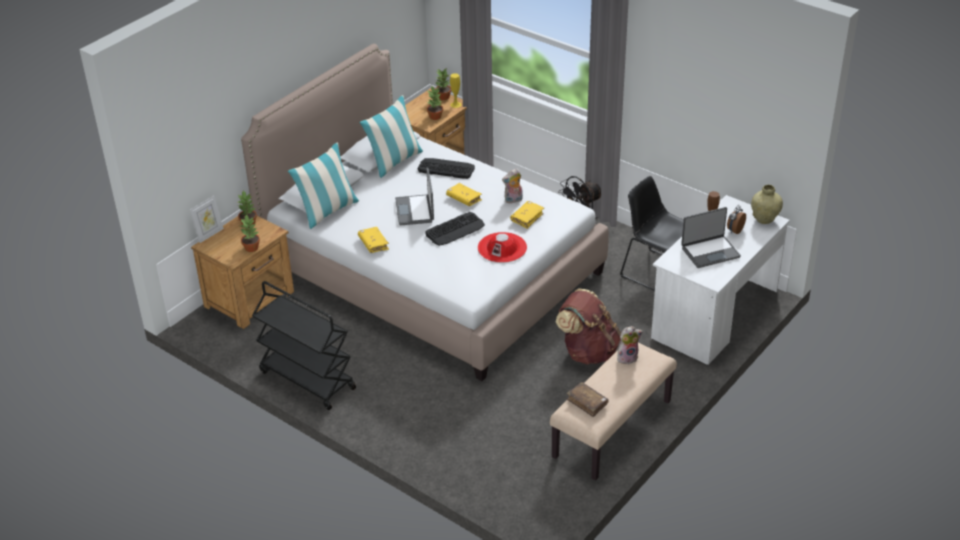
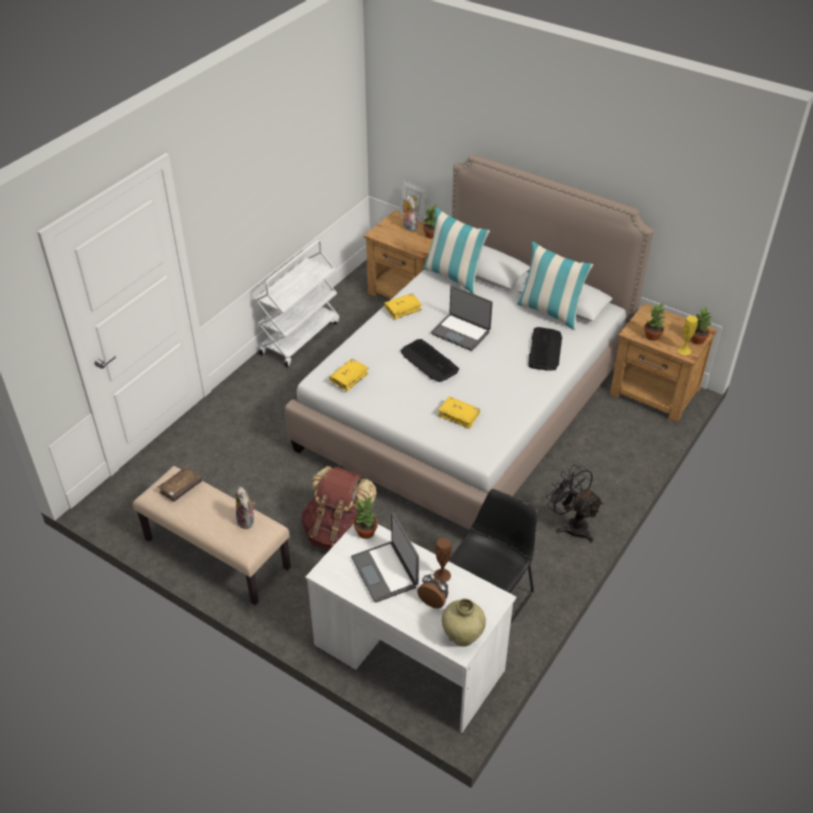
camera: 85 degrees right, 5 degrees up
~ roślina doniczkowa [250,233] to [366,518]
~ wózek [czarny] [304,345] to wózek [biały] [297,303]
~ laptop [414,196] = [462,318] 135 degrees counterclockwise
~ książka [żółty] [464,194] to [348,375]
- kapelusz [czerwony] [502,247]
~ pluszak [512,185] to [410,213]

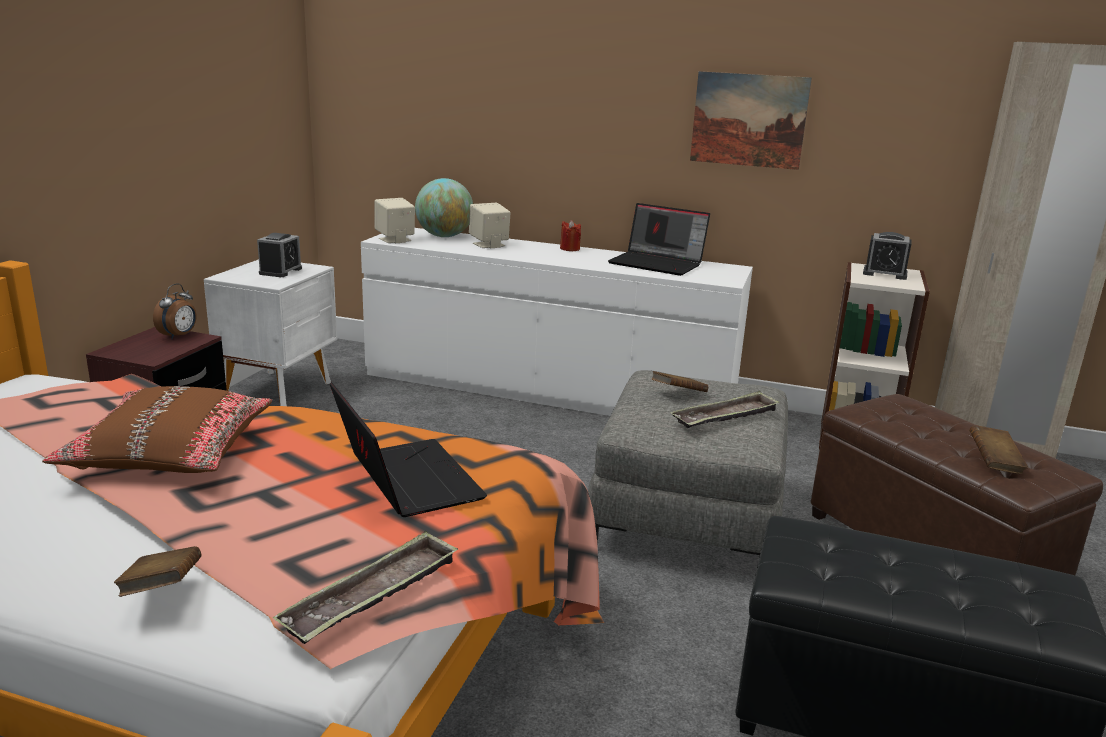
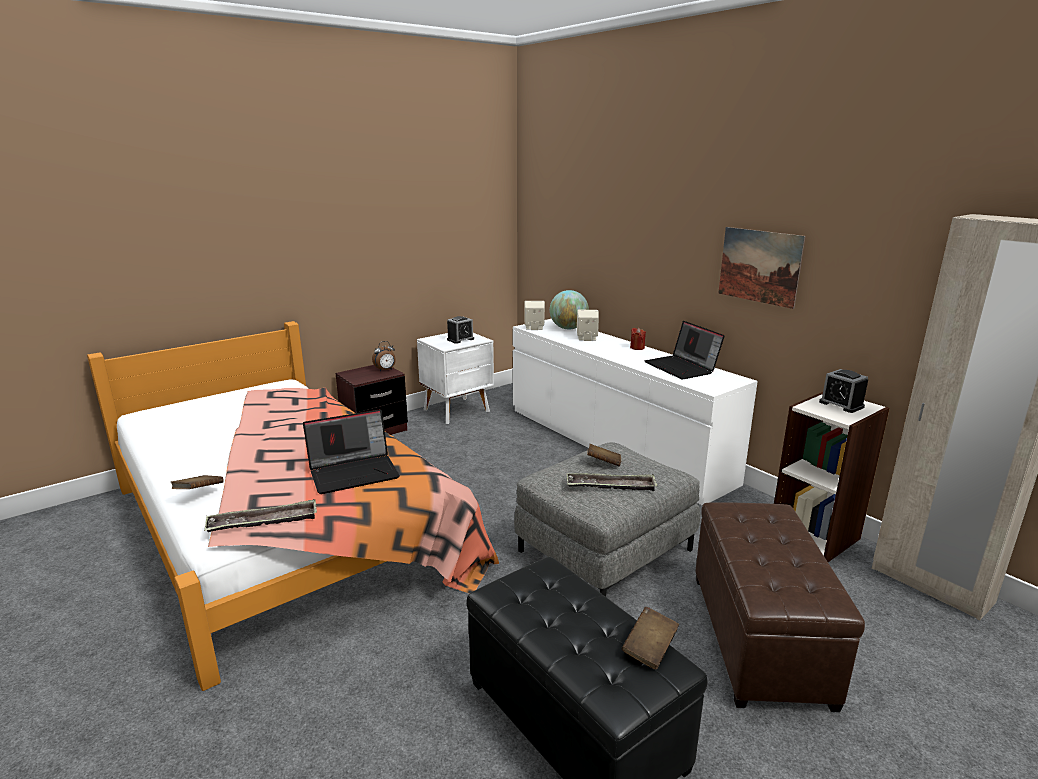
camera: 35 degrees right, 0 degrees up
- poduszka [brązowy] [157,429]
~ laptop [408,449] = [351,451] 60 degrees clockwise
~ książka [brązowy] [998,449] to [650,638]

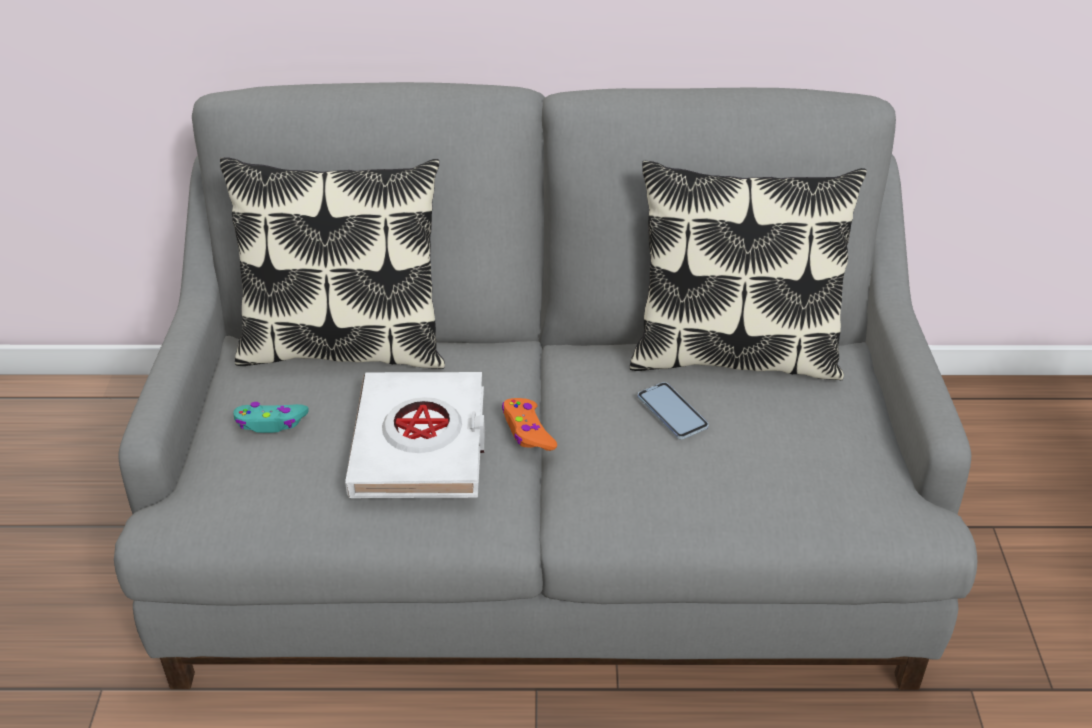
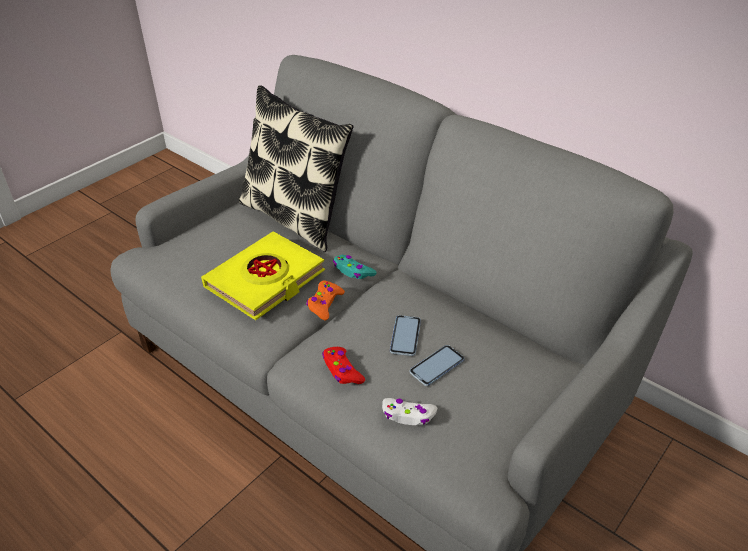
camera: 40 degrees right, 0 degrees up
~ pad do gier [turkusowy] [270,417] to [355,267]
~ książka [biały] [415,435] to książka [żółty] [263,275]
- poduszka [748,270]
+ pad do gier [czerwony] [343,365]
+ pad do gier [biały] [409,411]
+ telefon [437,365]

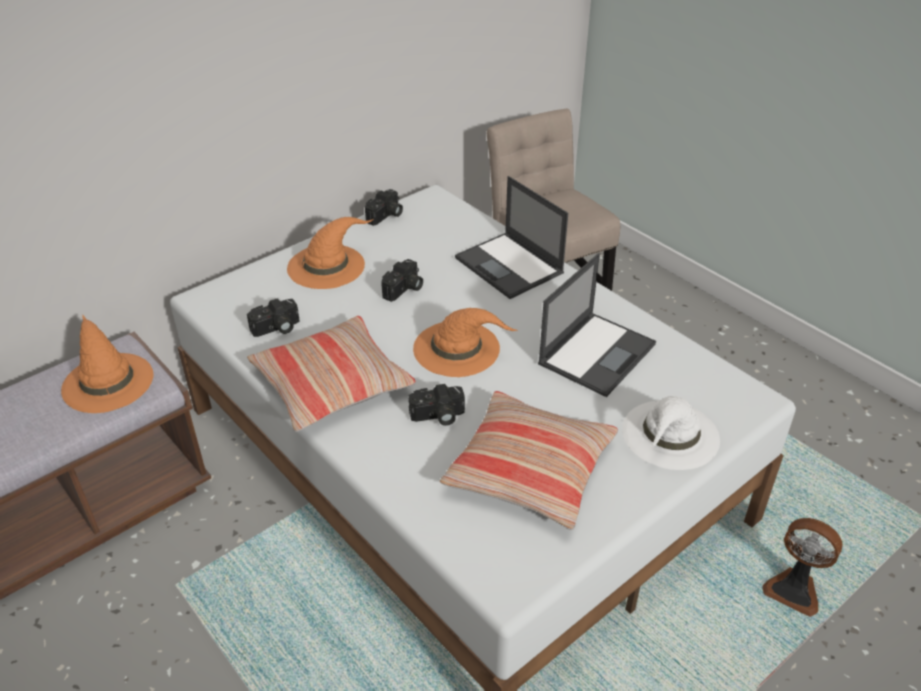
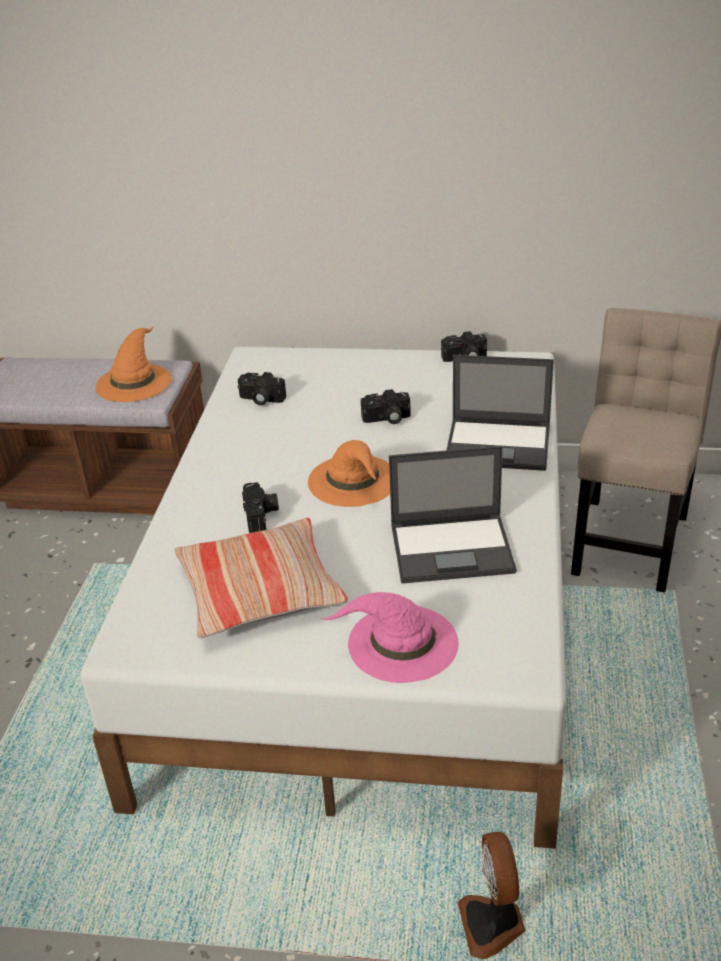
camera: 50 degrees right, 5 degrees down
- poduszka [331,374]
- kapelusz [pomarańczowy] [330,253]
~ aparat fotograficzny [436,405] = [260,507] 135 degrees counterclockwise
~ laptop [511,237] = [500,413] 90 degrees counterclockwise
~ kapelusz [biały] [671,433] to kapelusz [różowy] [389,637]

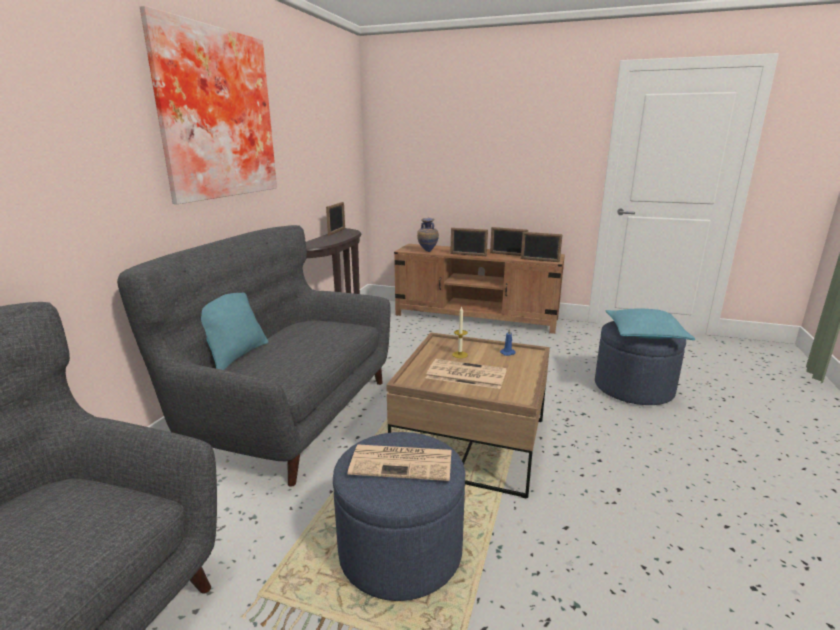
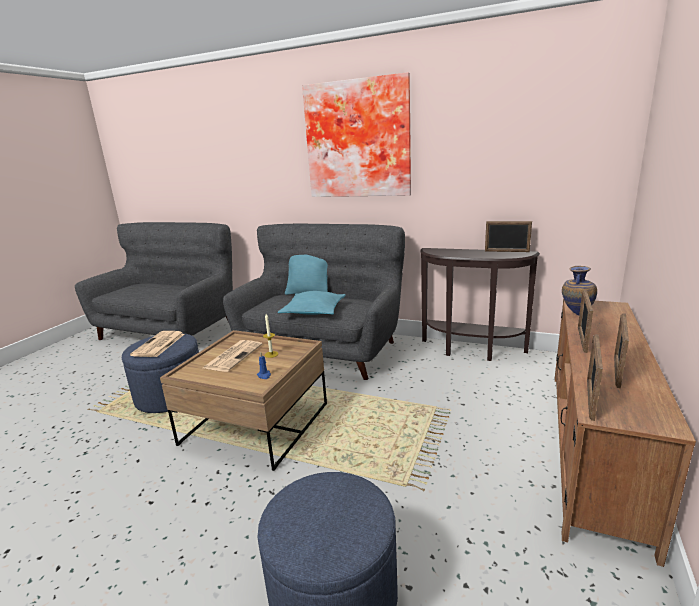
camera: 95 degrees right, 0 degrees up
~ poduszka [turkusowy] [650,324] to [312,303]

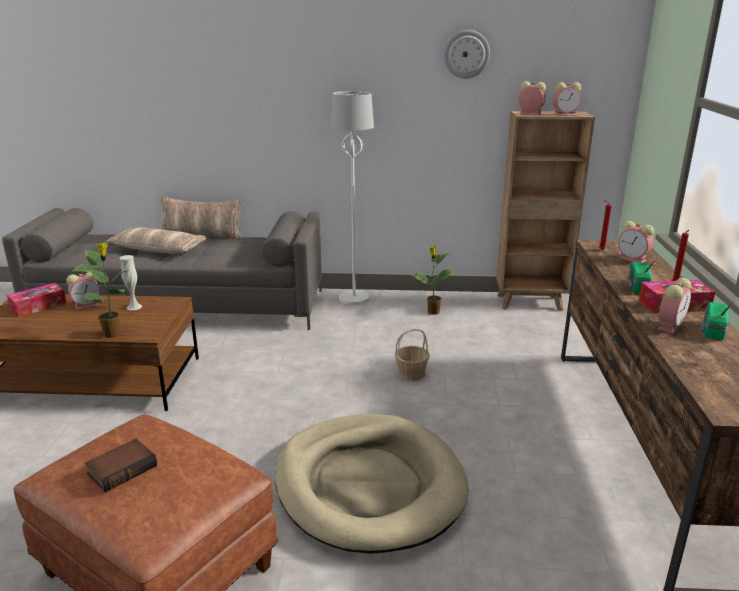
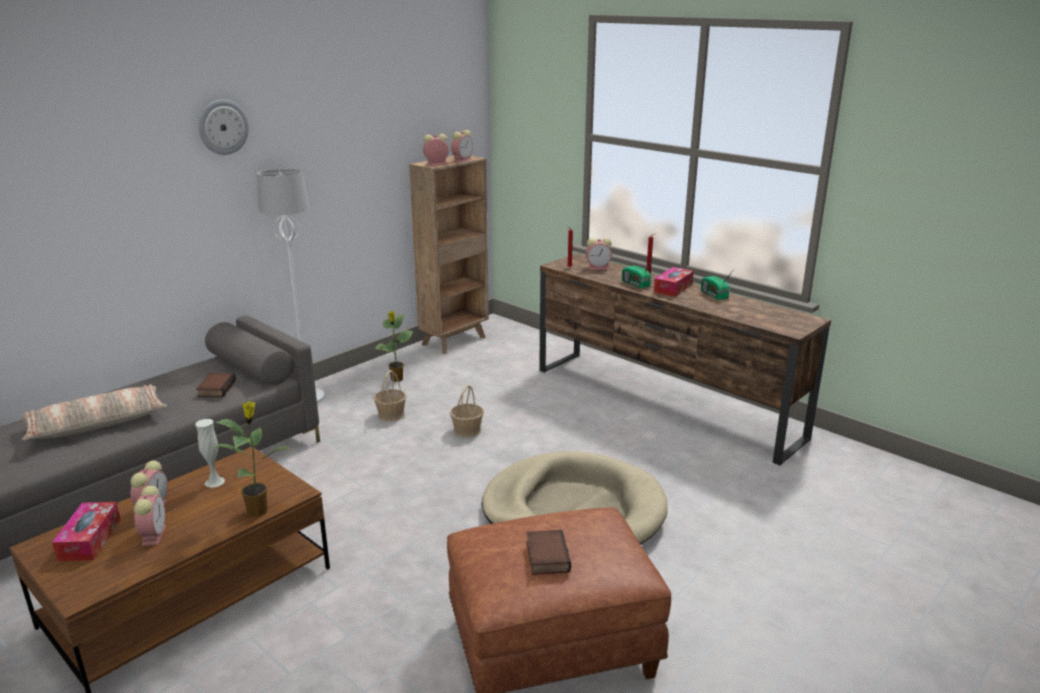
camera: 50 degrees left, 0 degrees up
- poduszka [201,217]
~ zegar ścienny [467,54] to [223,127]
~ budzik [674,306] to [150,516]
+ książka [216,385]
+ koszyk [390,396]

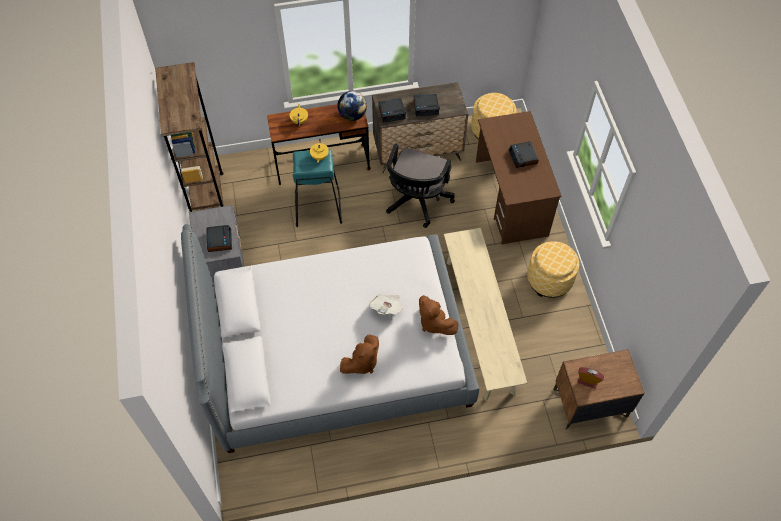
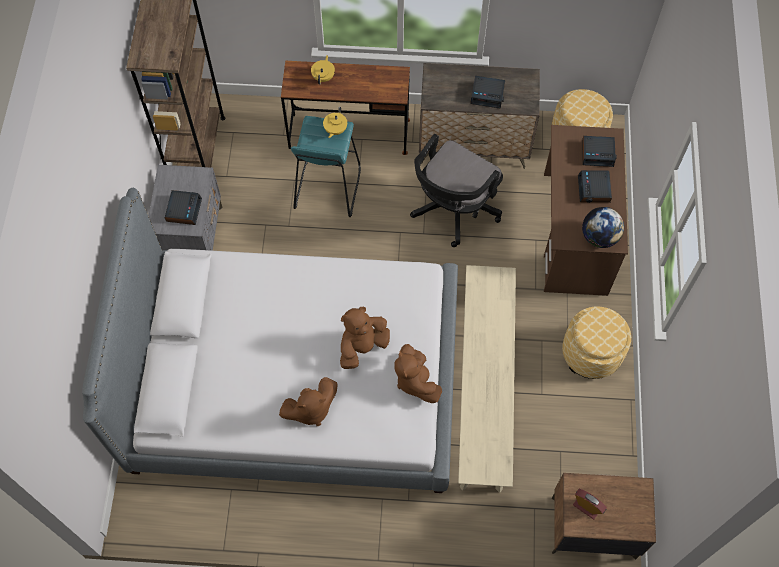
camera: 15 degrees right, 5 degrees up
~ globus [352,106] to [603,227]
~ gazeta [386,304] to pluszak [brązowy] [365,338]
~ budzik [392,110] to [599,151]

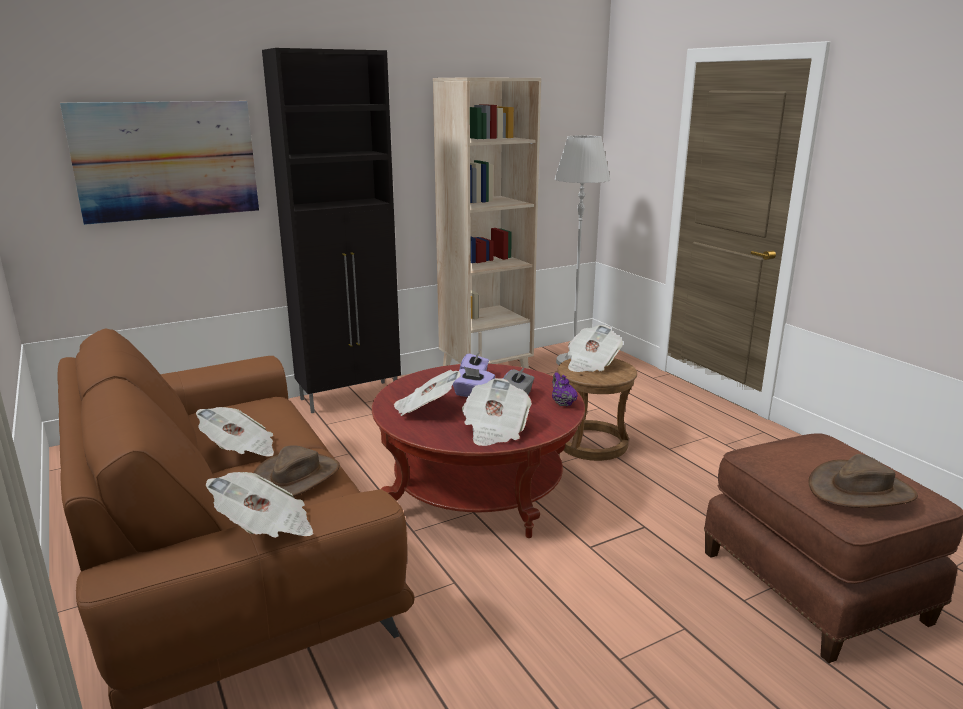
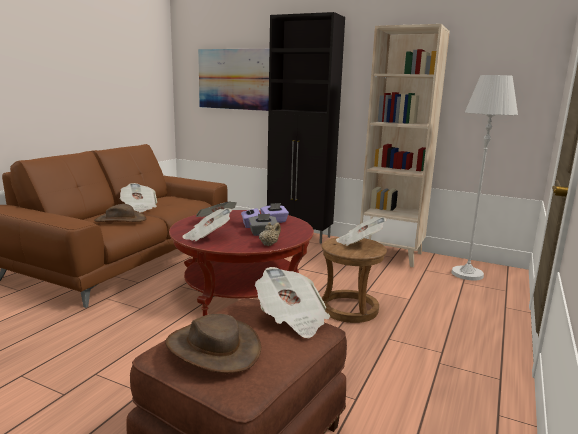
camera: 55 degrees right, 5 degrees down
~ gazeta [260,505] to [292,302]
~ imbryk [fioletowy] [565,390] to imbryk [beżowy] [270,234]

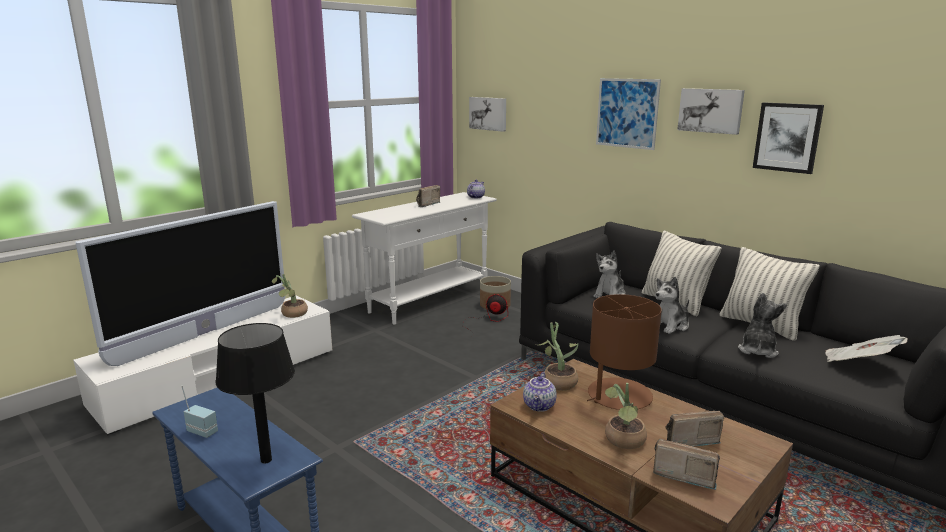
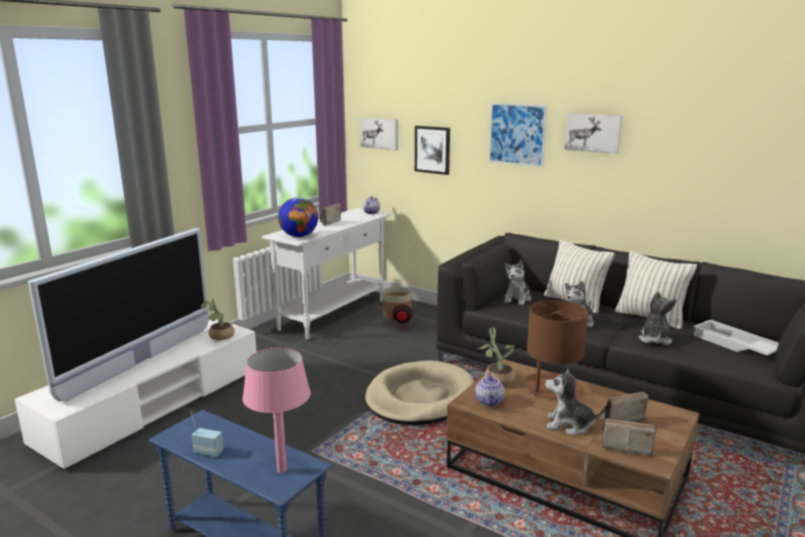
camera: 10 degrees left, 0 degrees up
~ lampa stołowa [czarny] [255,393] to lampa stołowa [różowy] [277,410]
~ roślina doniczkowa [626,416] to pluszak [575,401]
~ obraz [788,138] to [432,150]
~ gazeta [866,348] to taca [biały] [736,338]
+ globus [298,217]
+ legowisko [beżowy] [420,393]

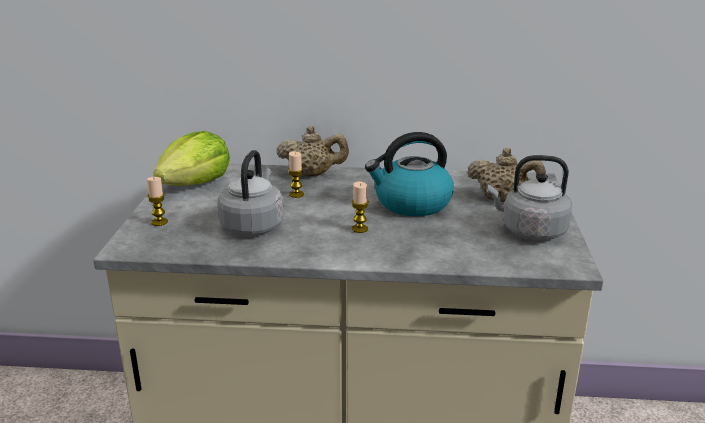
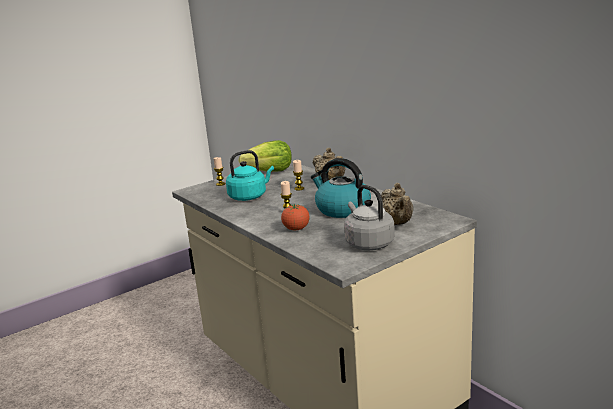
camera: 50 degrees right, 5 degrees down
~ czajnik [szary] [250,193] to czajnik [turkusowy] [250,175]
+ pomidor [295,217]

